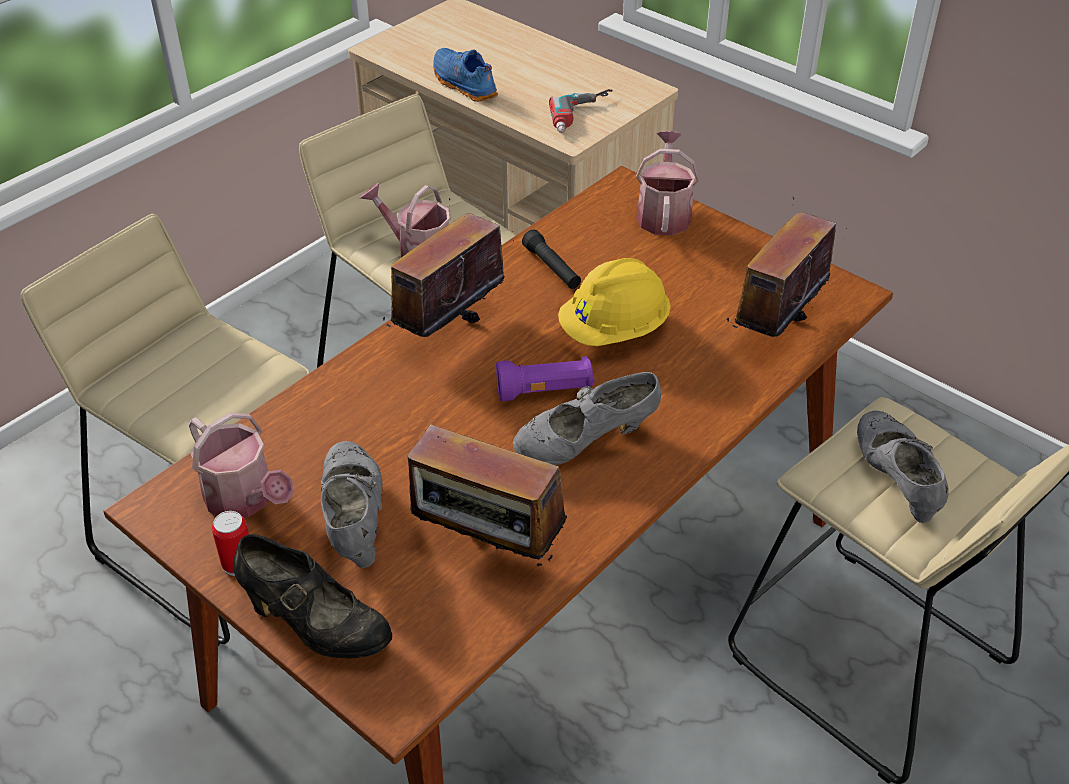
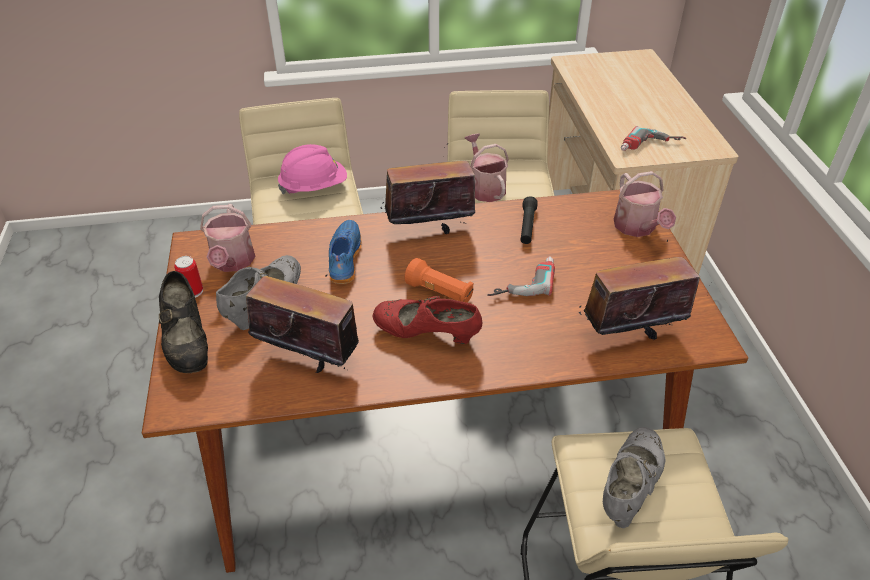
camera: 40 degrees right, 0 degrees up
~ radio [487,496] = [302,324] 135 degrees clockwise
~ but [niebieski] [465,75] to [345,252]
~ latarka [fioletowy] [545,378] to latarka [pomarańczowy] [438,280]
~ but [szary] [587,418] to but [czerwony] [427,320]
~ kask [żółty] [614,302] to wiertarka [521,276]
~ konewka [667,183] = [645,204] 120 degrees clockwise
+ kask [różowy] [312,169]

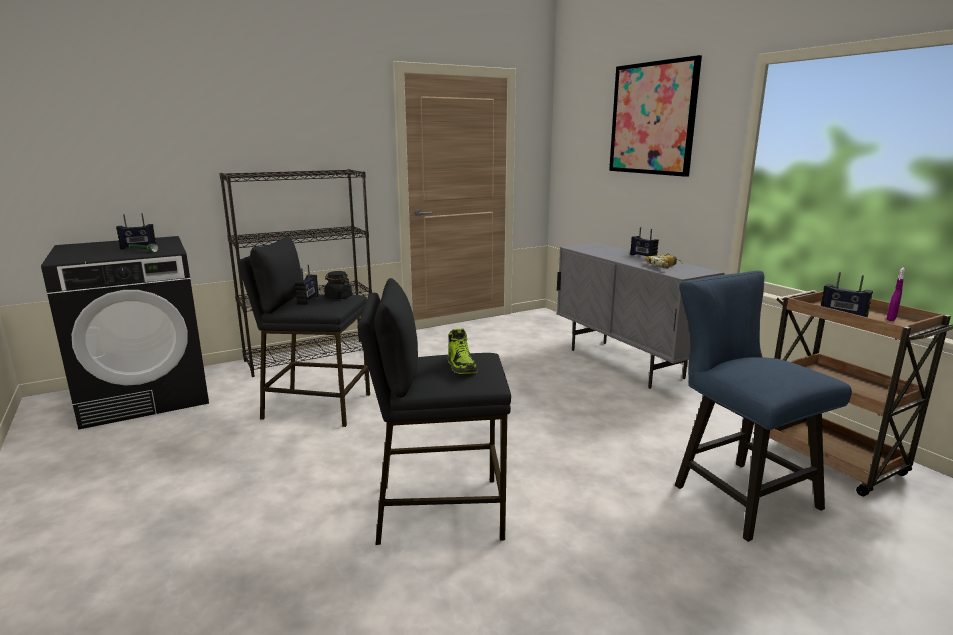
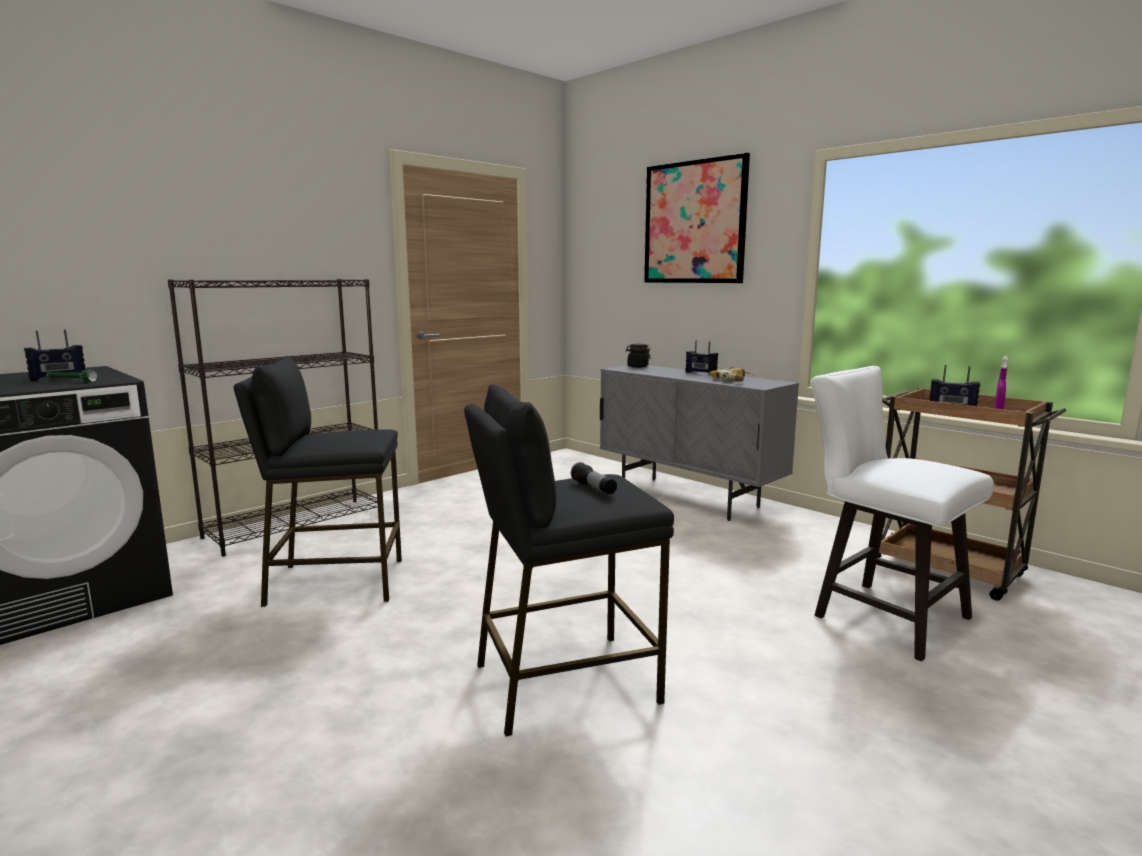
camera: 15 degrees left, 5 degrees down
- radio [307,285]
~ słoik [czarny] [338,285] to [638,356]
~ but [462,351] to latarka [594,478]
~ krzesło [niebieski] [763,406] to krzesło [biały] [902,513]

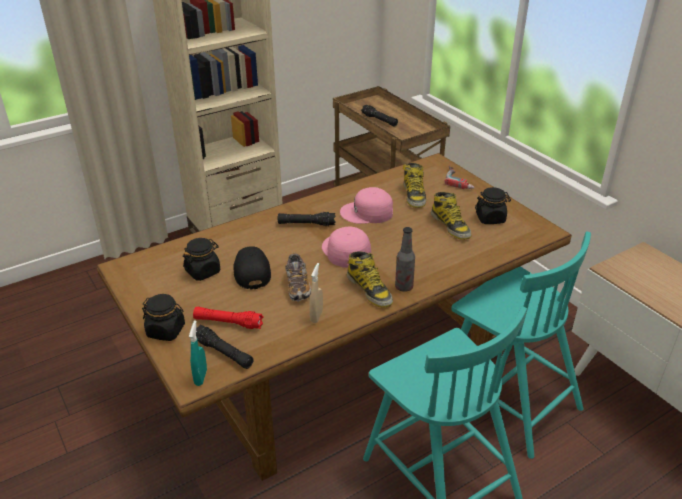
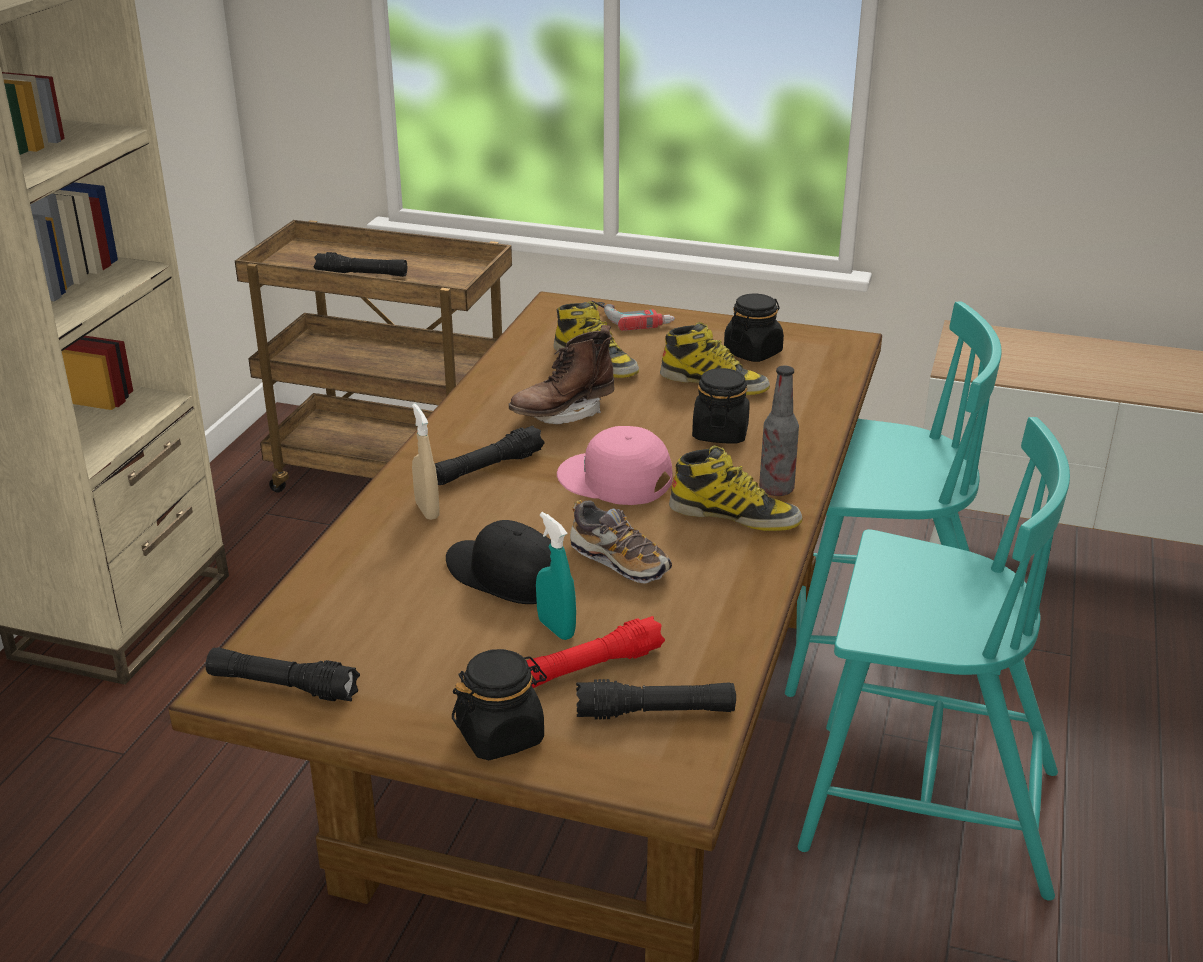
camera: 40 degrees left, 5 degrees down
~ słoik [czarny] [201,259] to [721,405]
~ spryskiwacz [turkusowy] [198,353] to [556,576]
~ spryskiwacz [beżowy] [316,293] to [426,461]
~ czapka z daszkiem [różowy] [366,205] to but z cholewką [brązowy] [562,374]
+ latarka [czarny] [283,674]

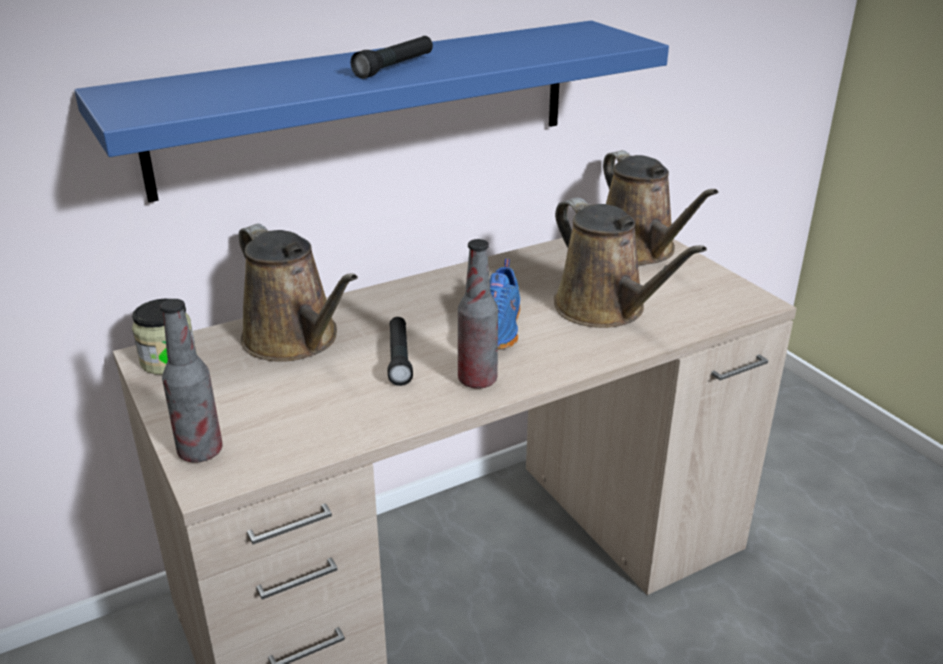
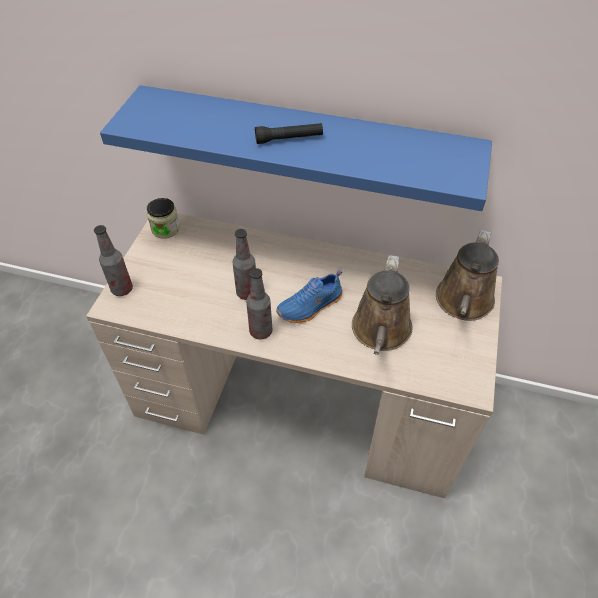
camera: 45 degrees right, 20 degrees up
- konewka [brązowy] [298,292]
~ latarka [czarny] [400,351] to butelka [244,264]

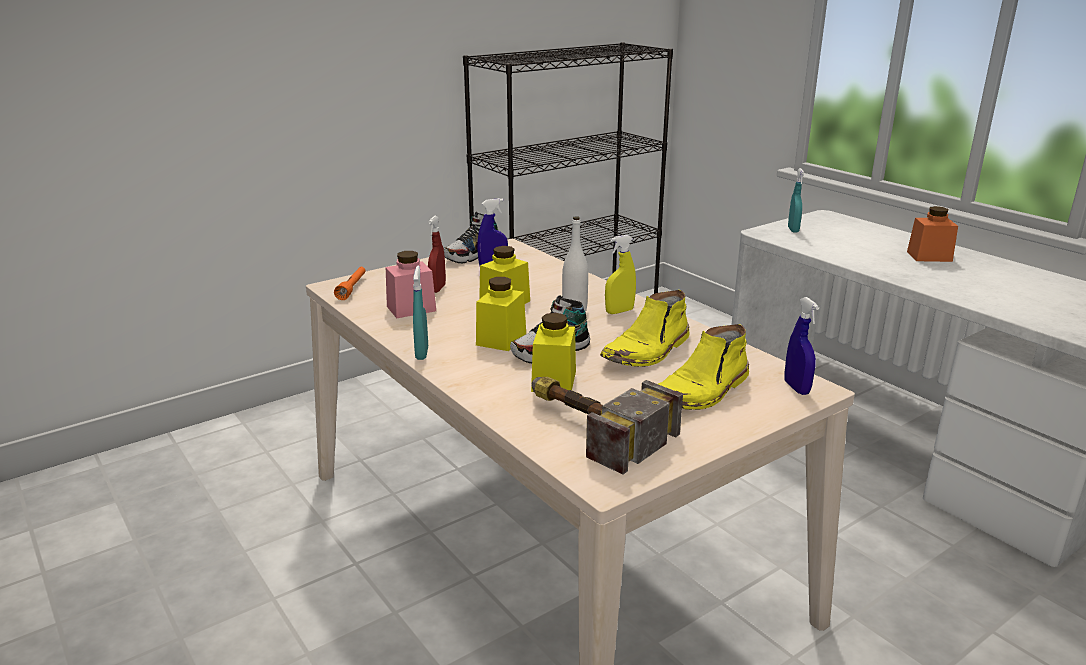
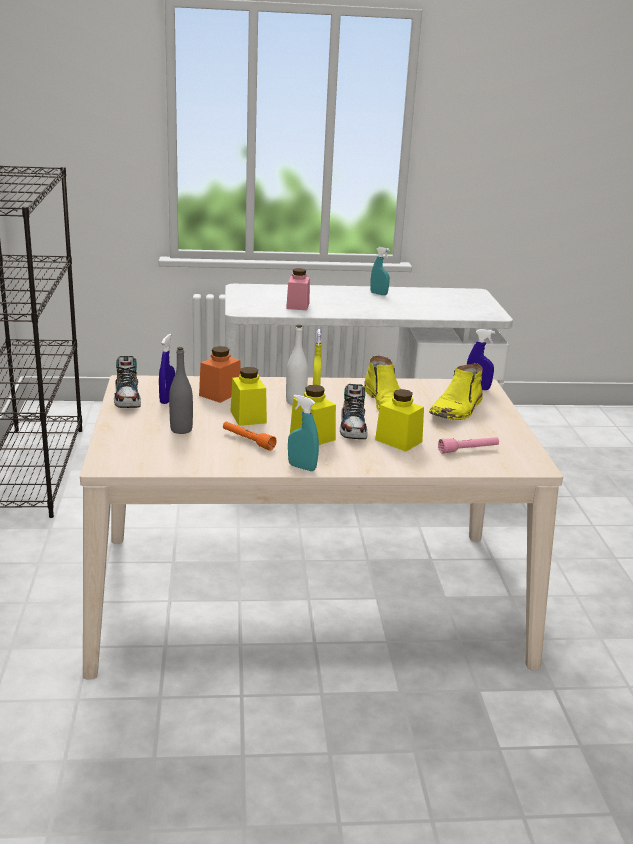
camera: 60 degrees left, 0 degrees up
~ latarka [pomarańczowy] [350,283] to [250,436]
~ słoik [różowy] [411,284] to [298,289]
~ spryskiwacz [czerwony] [437,254] to butelka [szary] [181,390]
~ młotek [607,425] to latarka [różowy] [468,445]
~ but z cholewką [żółty] [703,367] = [456,391] 45 degrees clockwise
~ spryskiwacz [turkusowy] [796,200] to [380,271]
~ słoik [pomarańczowy] [932,234] to [220,374]

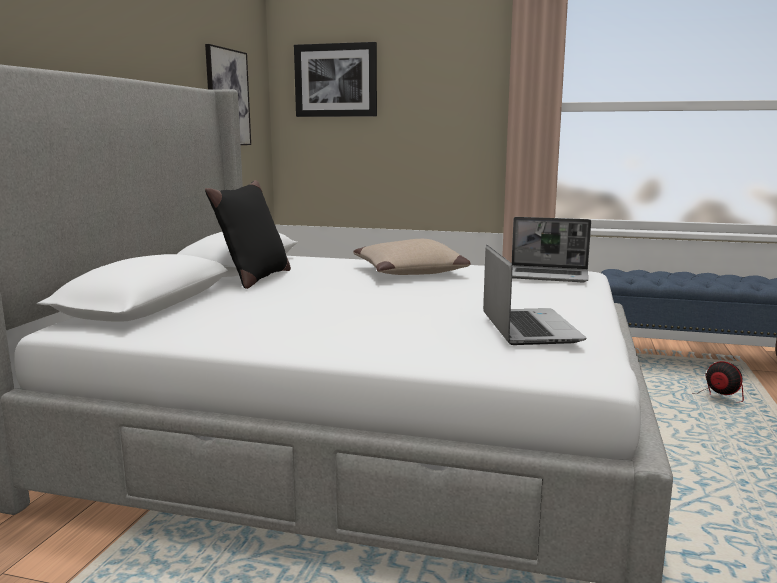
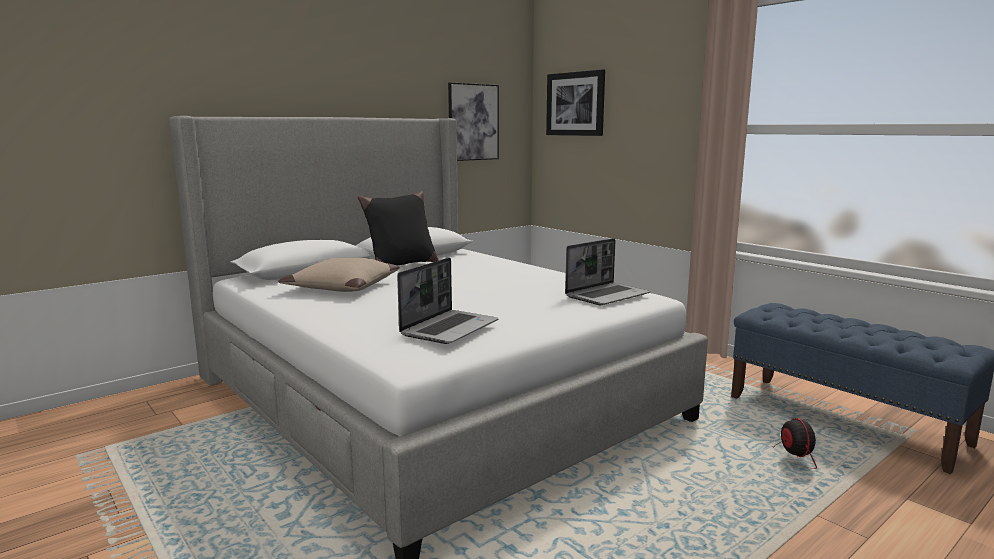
camera: 35 degrees right, 0 degrees up
~ poduszka [beżowy] [412,257] to [339,275]
~ laptop [551,249] = [607,271] 90 degrees counterclockwise

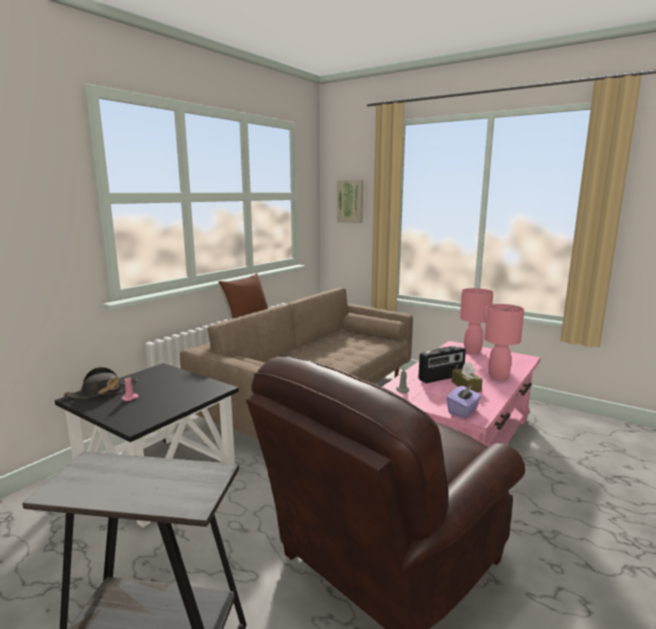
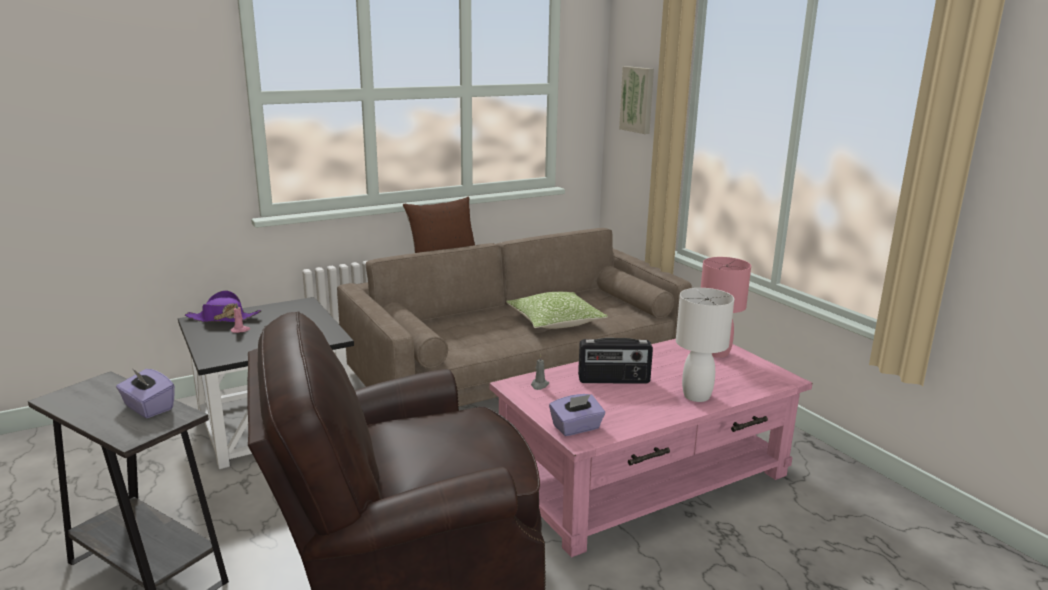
camera: 25 degrees right, 5 degrees up
~ kapelusz [czarny] [101,383] to kapelusz [fioletowy] [222,306]
- pudełko chusteczek [brązowy] [466,377]
~ lampa stołowa [różowy] [504,342] to lampa stołowa [biały] [705,345]
+ pudełko chusteczek [fioletowy] [145,392]
+ poduszka [557,310]

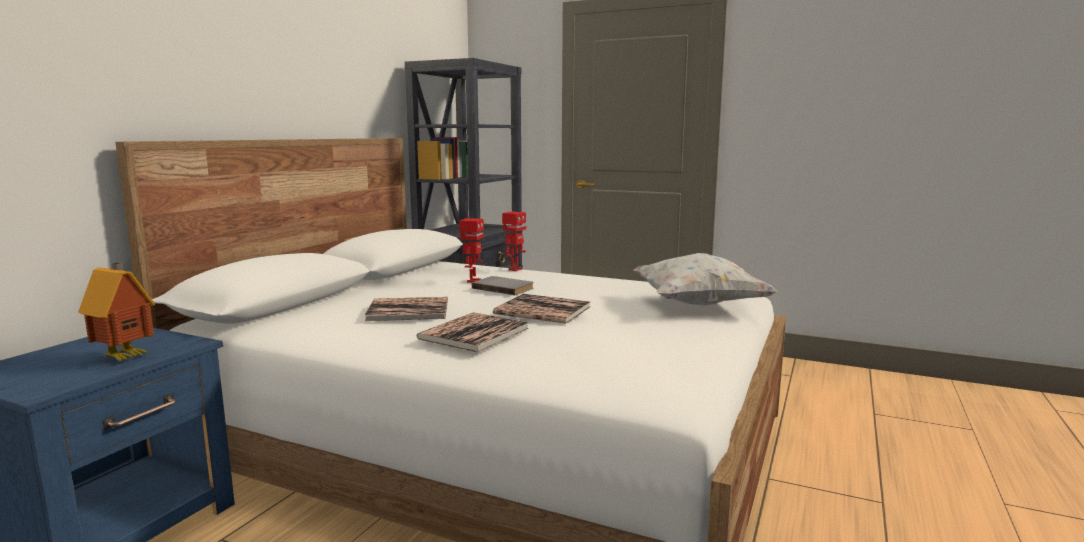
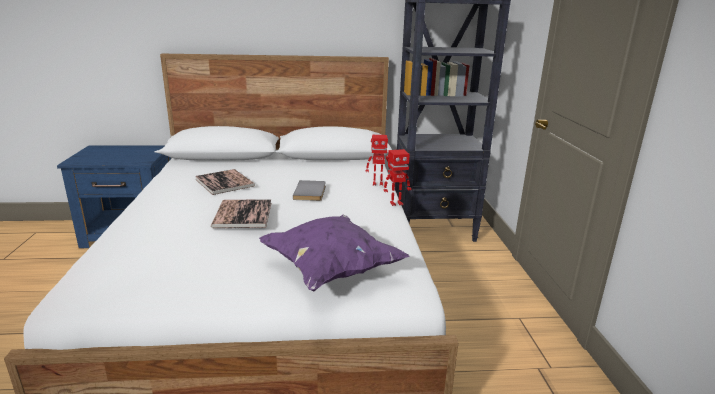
camera: 60 degrees right, 10 degrees up
- domek [116,311]
- książka [473,332]
~ robot zabawkowy [471,250] to [397,177]
~ poduszka [biały] [705,279] to poduszka [fioletowy] [334,253]

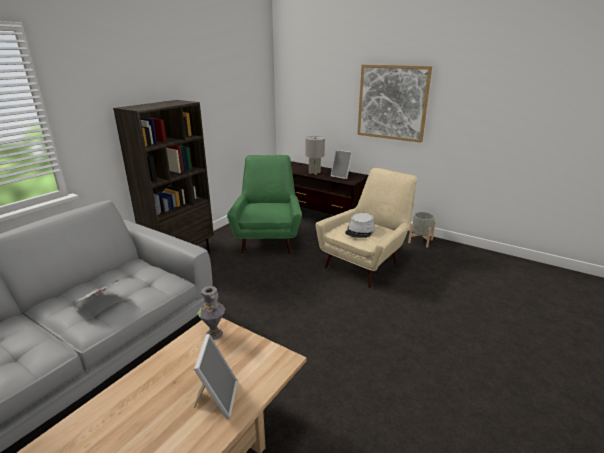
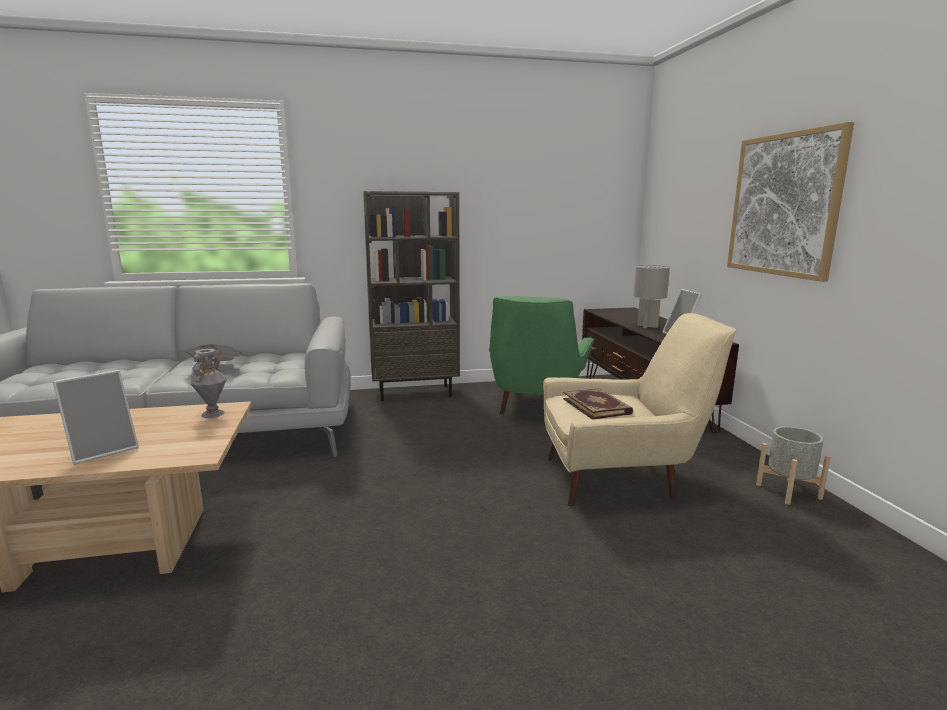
camera: 45 degrees right, 10 degrees down
~ fotel [zielony] [264,204] = [541,355] 150 degrees clockwise
~ kapelusz [szary] [360,225] to książka [598,404]

